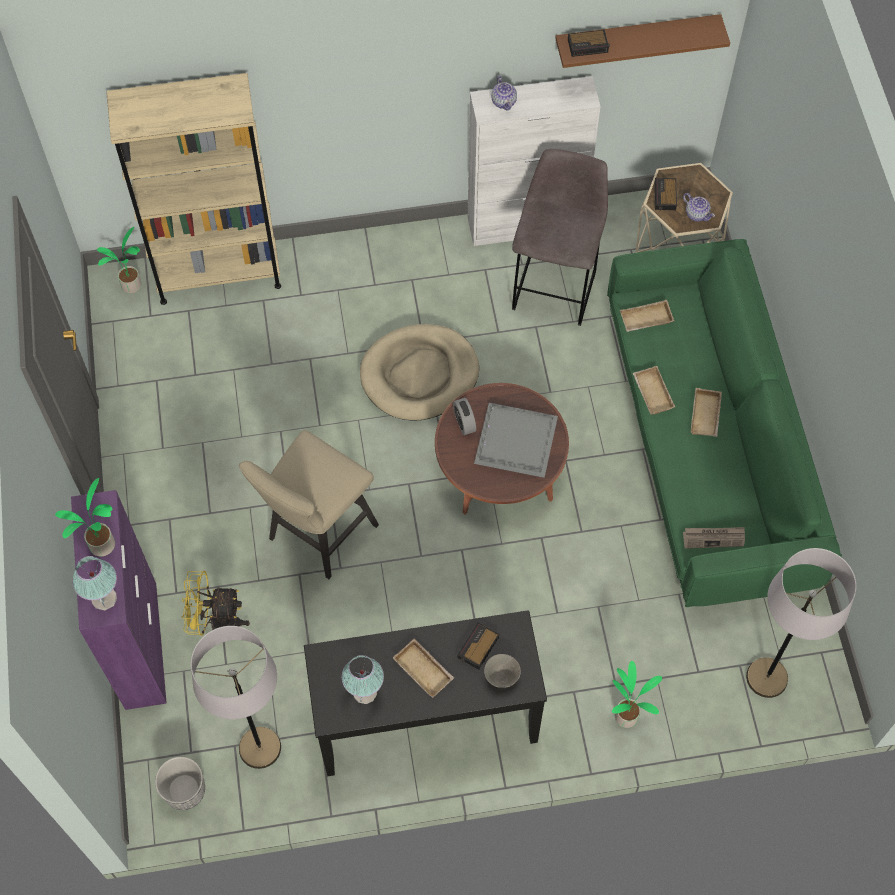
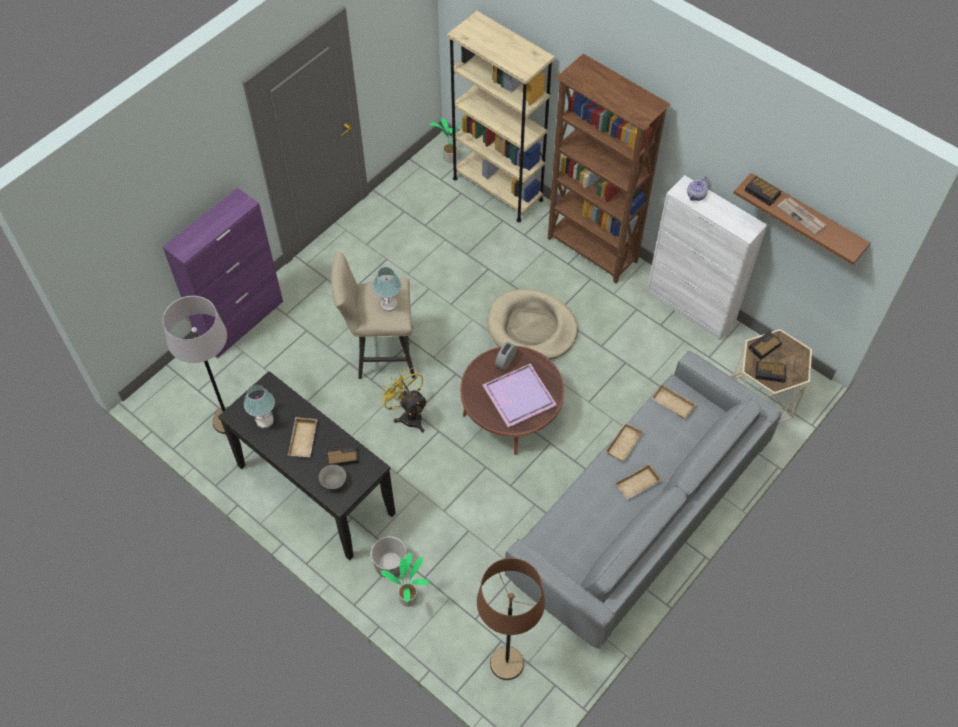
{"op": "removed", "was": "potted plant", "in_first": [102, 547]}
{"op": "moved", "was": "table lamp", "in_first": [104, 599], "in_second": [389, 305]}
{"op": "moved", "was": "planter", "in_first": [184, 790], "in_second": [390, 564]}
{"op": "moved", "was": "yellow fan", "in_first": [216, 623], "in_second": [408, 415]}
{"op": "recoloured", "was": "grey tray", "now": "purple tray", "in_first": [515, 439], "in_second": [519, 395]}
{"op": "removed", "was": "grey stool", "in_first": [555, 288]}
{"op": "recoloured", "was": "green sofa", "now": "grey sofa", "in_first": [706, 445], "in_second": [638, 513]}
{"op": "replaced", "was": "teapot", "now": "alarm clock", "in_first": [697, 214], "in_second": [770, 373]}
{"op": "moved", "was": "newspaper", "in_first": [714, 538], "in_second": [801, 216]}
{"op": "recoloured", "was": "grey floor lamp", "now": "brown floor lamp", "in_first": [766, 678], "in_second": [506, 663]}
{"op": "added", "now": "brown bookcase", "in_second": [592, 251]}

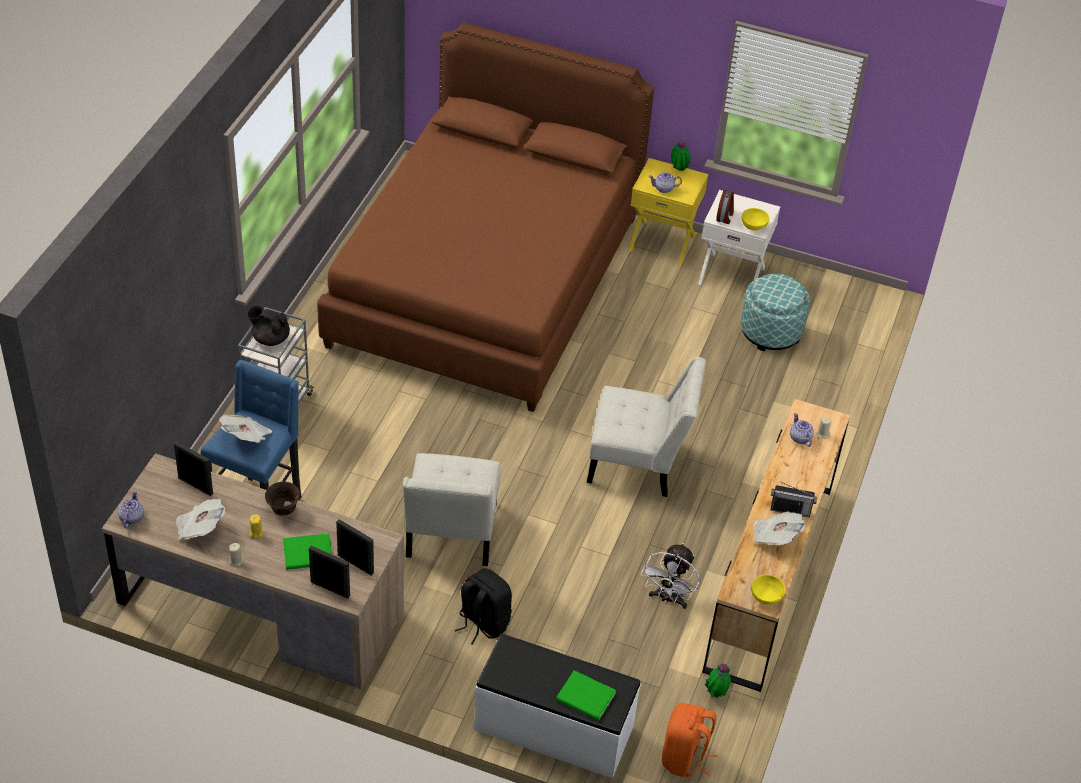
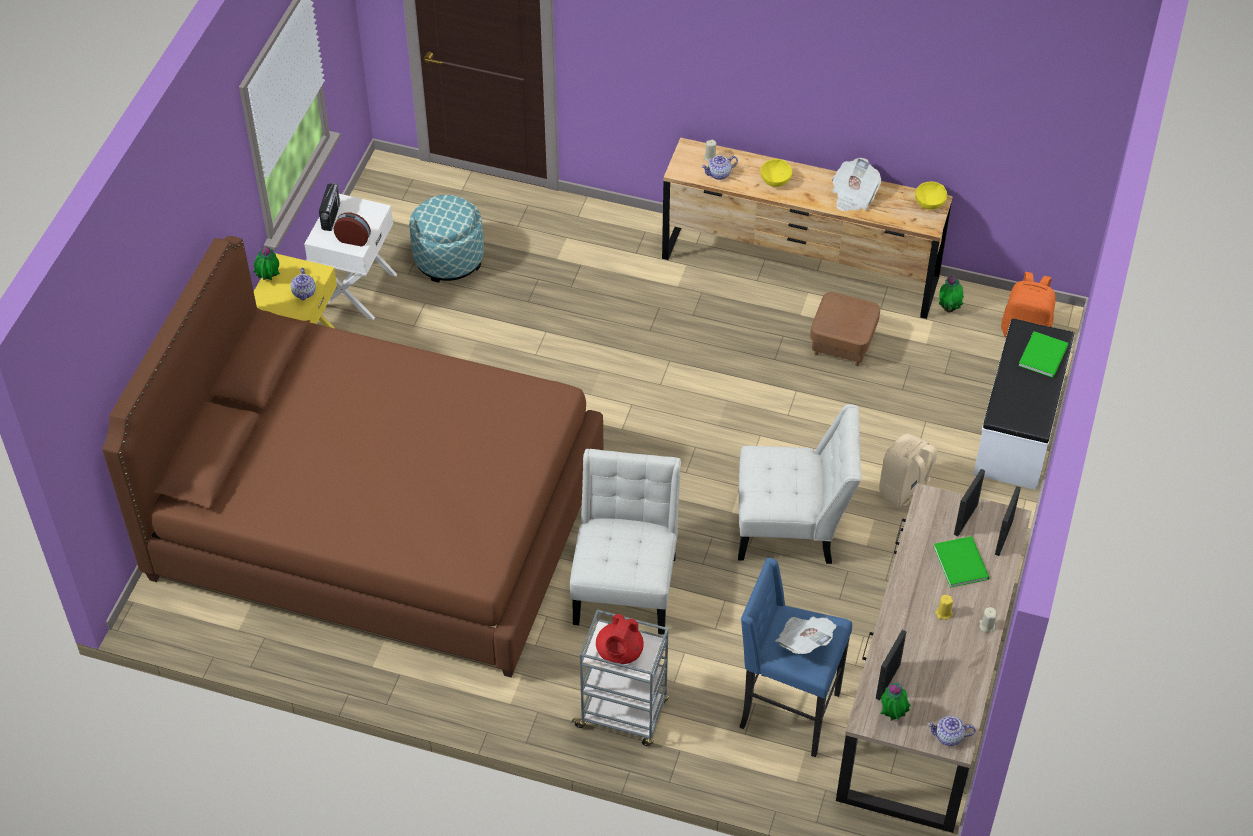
{"op": "removed", "was": "newspaper", "in_first": [200, 527]}
{"op": "recoloured", "was": "black teapot", "now": "red teapot", "in_first": [270, 338], "in_second": [619, 653]}
{"op": "removed", "was": "brown bowl", "in_first": [283, 510]}
{"op": "recoloured", "was": "black backpack", "now": "beige backpack", "in_first": [482, 623], "in_second": [904, 491]}
{"op": "moved", "was": "white chair", "in_first": [639, 463], "in_second": [626, 584]}
{"op": "replaced", "was": "white fan", "now": "brown ottoman", "in_first": [668, 599], "in_second": [842, 344]}
{"op": "moved", "was": "yellow bowl", "in_first": [754, 226], "in_second": [776, 180]}
{"op": "moved", "was": "radio", "in_first": [790, 510], "in_second": [331, 216]}
{"op": "added", "now": "potted plant", "in_second": [892, 714]}

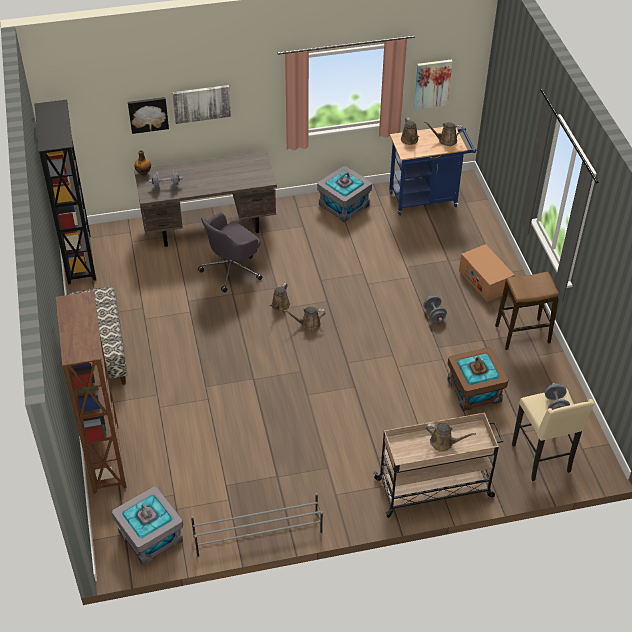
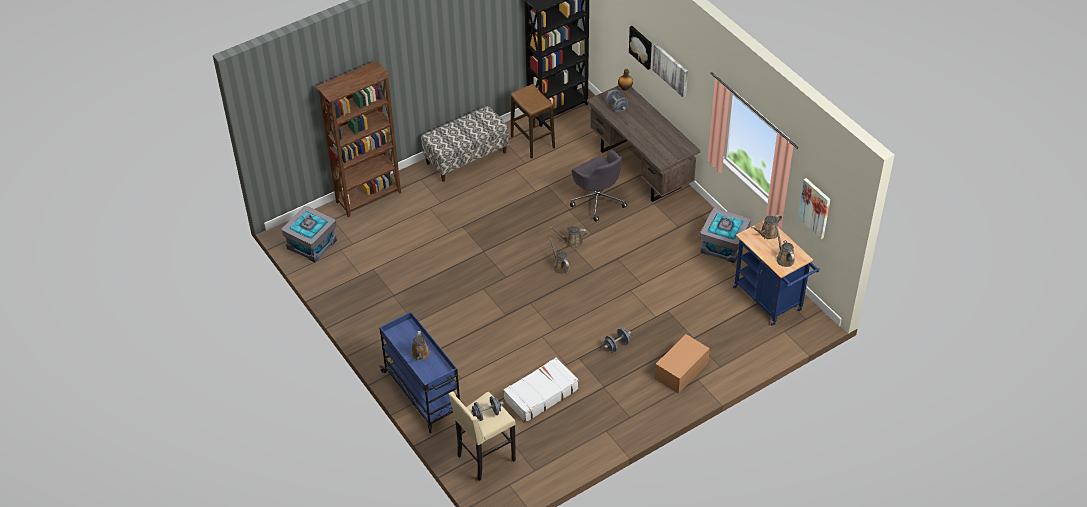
{"op": "removed", "was": "grey shoe rack", "in_first": [257, 535]}
{"op": "turned", "was": "grey office chair", "in_first": [232, 269], "in_second": [597, 200], "clockwise": -150}
{"op": "recoloured", "was": "beige cart", "now": "blue cart", "in_first": [435, 487], "in_second": [423, 393]}
{"op": "replaced", "was": "brown storage box", "now": "white suitcase", "in_first": [474, 390], "in_second": [540, 395]}
{"op": "moved", "was": "stool", "in_first": [522, 334], "in_second": [533, 142]}

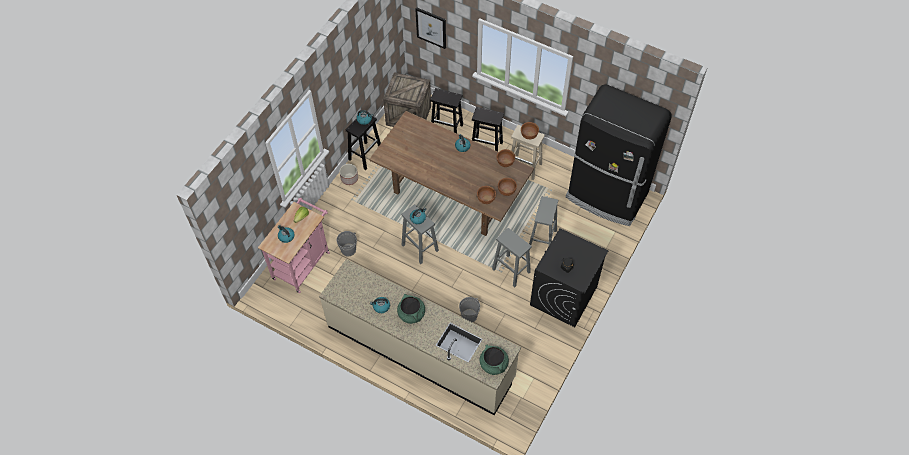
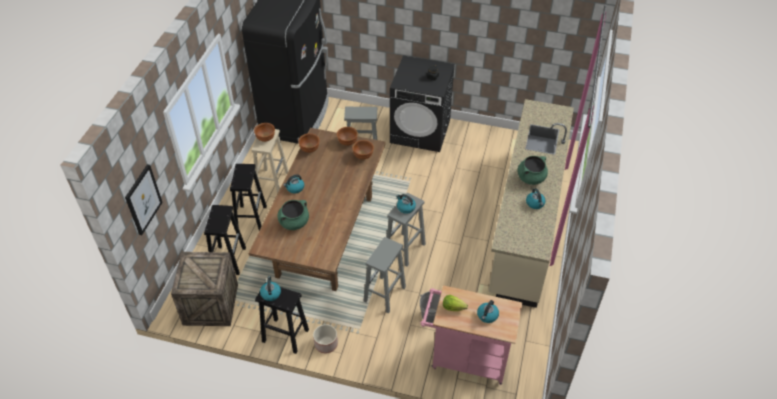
{"op": "removed", "was": "grey bucket", "in_first": [469, 316]}
{"op": "moved", "was": "green cooking pot", "in_first": [494, 364], "in_second": [294, 222]}
{"op": "moved", "was": "grey stool", "in_first": [510, 270], "in_second": [384, 295]}

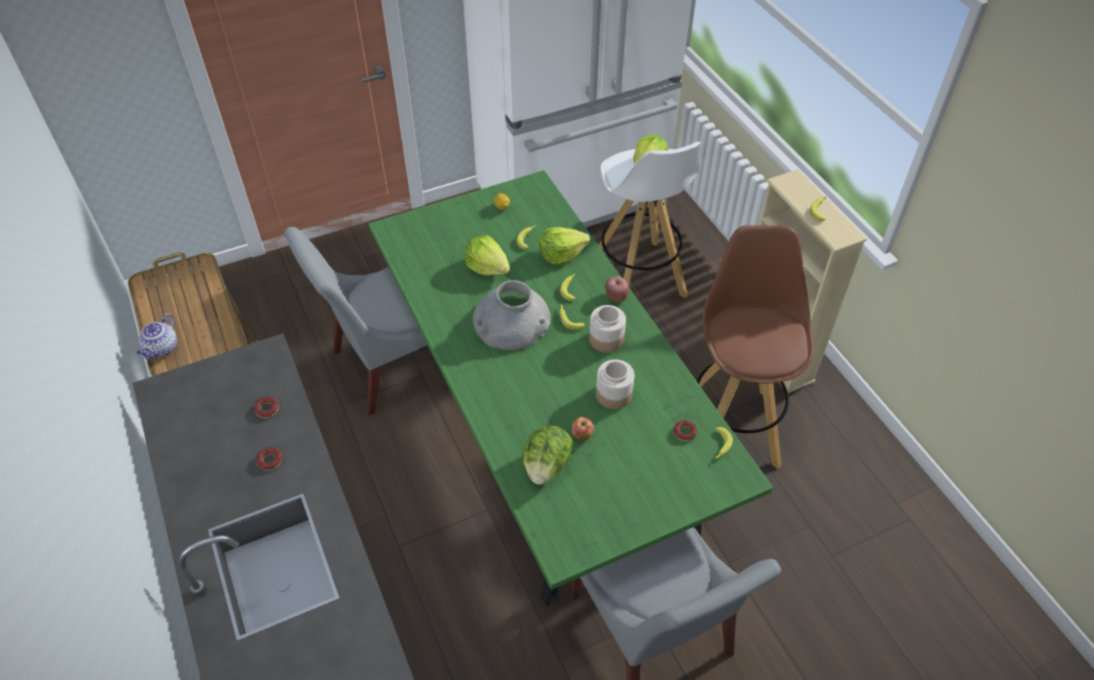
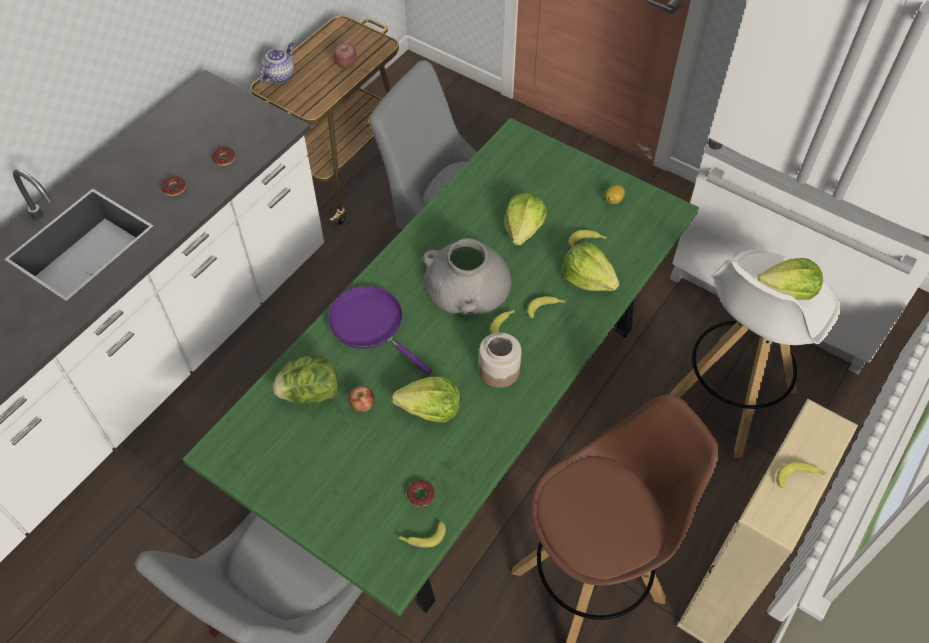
{"op": "turned", "was": "teapot", "in_first": [162, 349], "in_second": [280, 75], "clockwise": 135}
{"op": "replaced", "was": "jar", "now": "lettuce", "in_first": [614, 394], "in_second": [431, 410]}
{"op": "moved", "was": "apple", "in_first": [616, 297], "in_second": [346, 64]}
{"op": "added", "now": "purple frying pan", "in_second": [370, 324]}

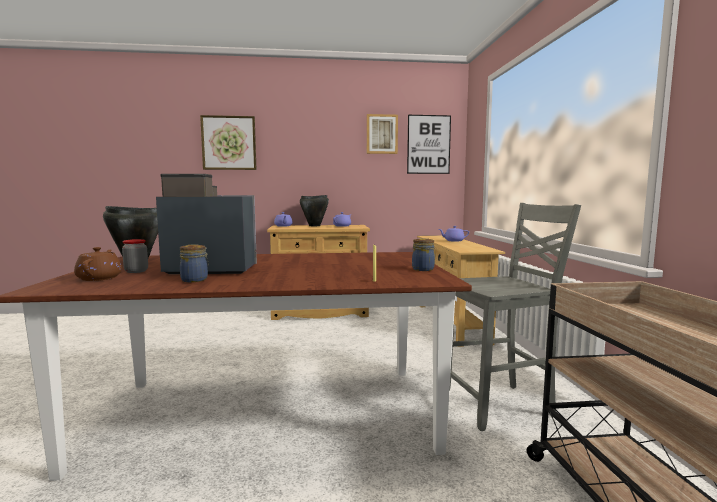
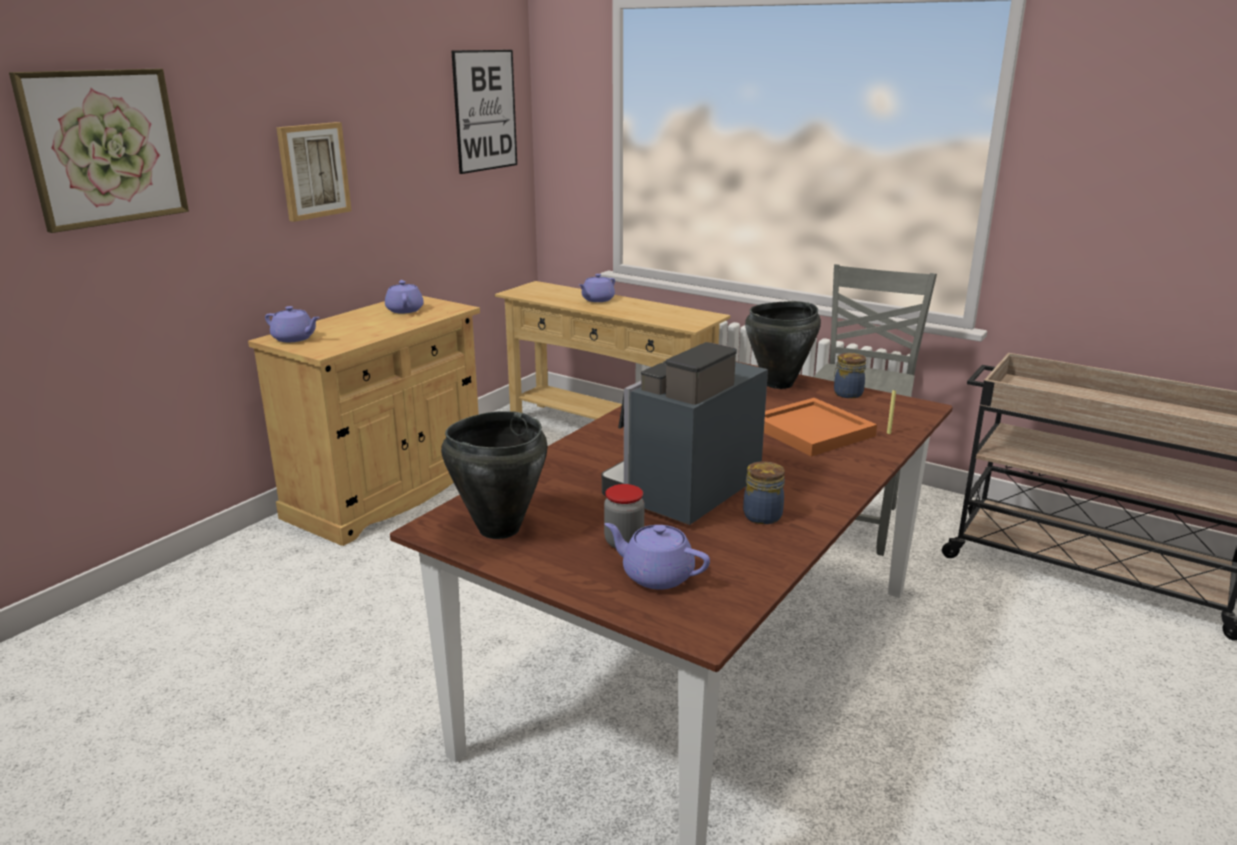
{"op": "recoloured", "was": "brown teapot", "now": "purple teapot", "in_first": [100, 278], "in_second": [656, 575]}
{"op": "moved", "was": "black cooking pot", "in_first": [314, 226], "in_second": [779, 384]}
{"op": "moved", "was": "picture", "in_first": [382, 134], "in_second": [313, 171]}
{"op": "added", "now": "orange tray", "in_second": [814, 431]}

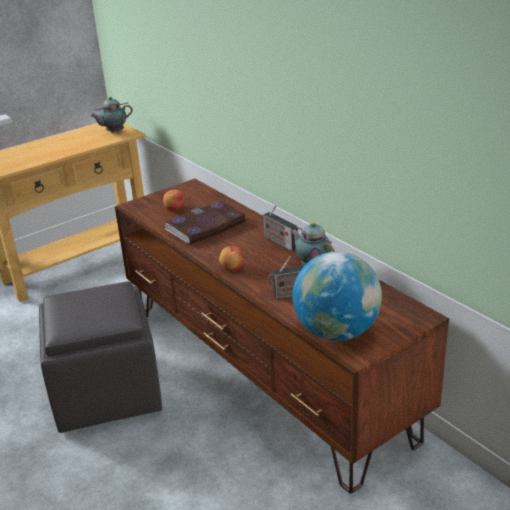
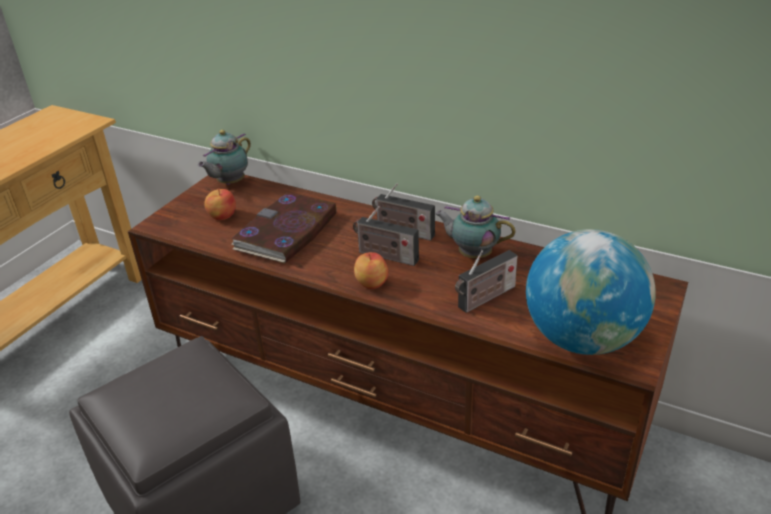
{"op": "moved", "was": "teapot", "in_first": [114, 132], "in_second": [229, 183]}
{"op": "added", "now": "radio", "in_second": [385, 256]}

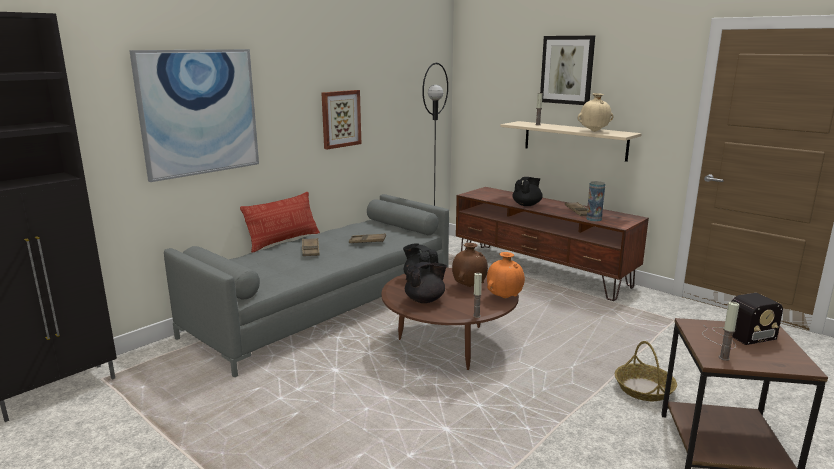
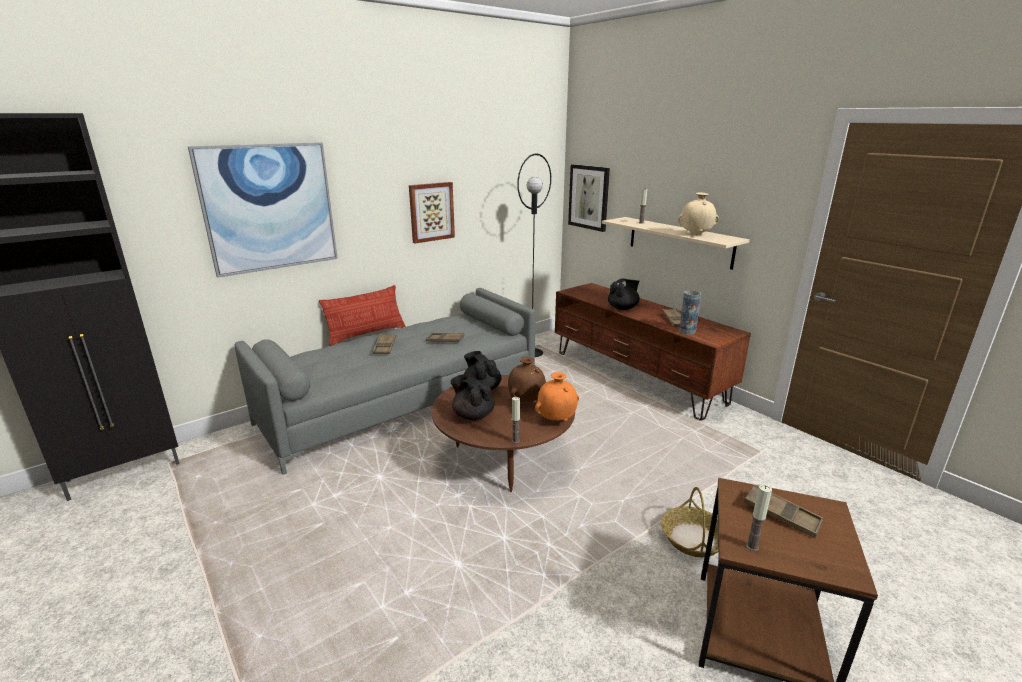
{"op": "turned", "was": "black teapot", "in_first": [425, 300], "in_second": [473, 415], "clockwise": -120}
{"op": "moved", "was": "picture", "in_first": [567, 70], "in_second": [589, 197]}
{"op": "replaced", "was": "radio", "now": "brown tray", "in_first": [736, 337], "in_second": [781, 515]}

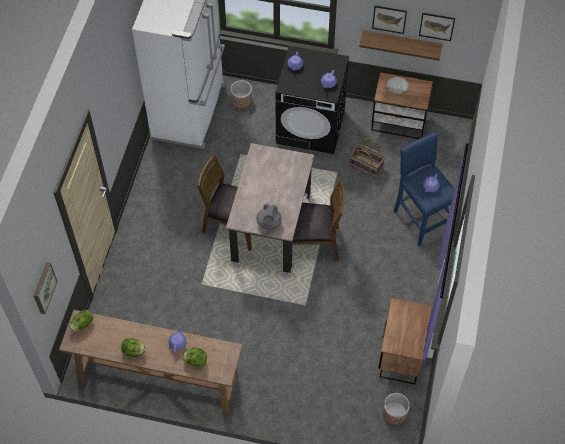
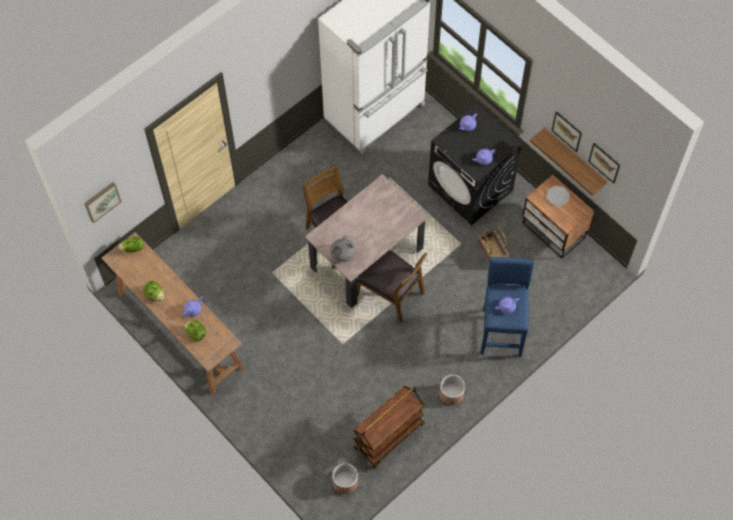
{"op": "moved", "was": "planter", "in_first": [241, 100], "in_second": [451, 394]}
{"op": "replaced", "was": "nightstand", "now": "brown cart", "in_first": [400, 355], "in_second": [389, 437]}

